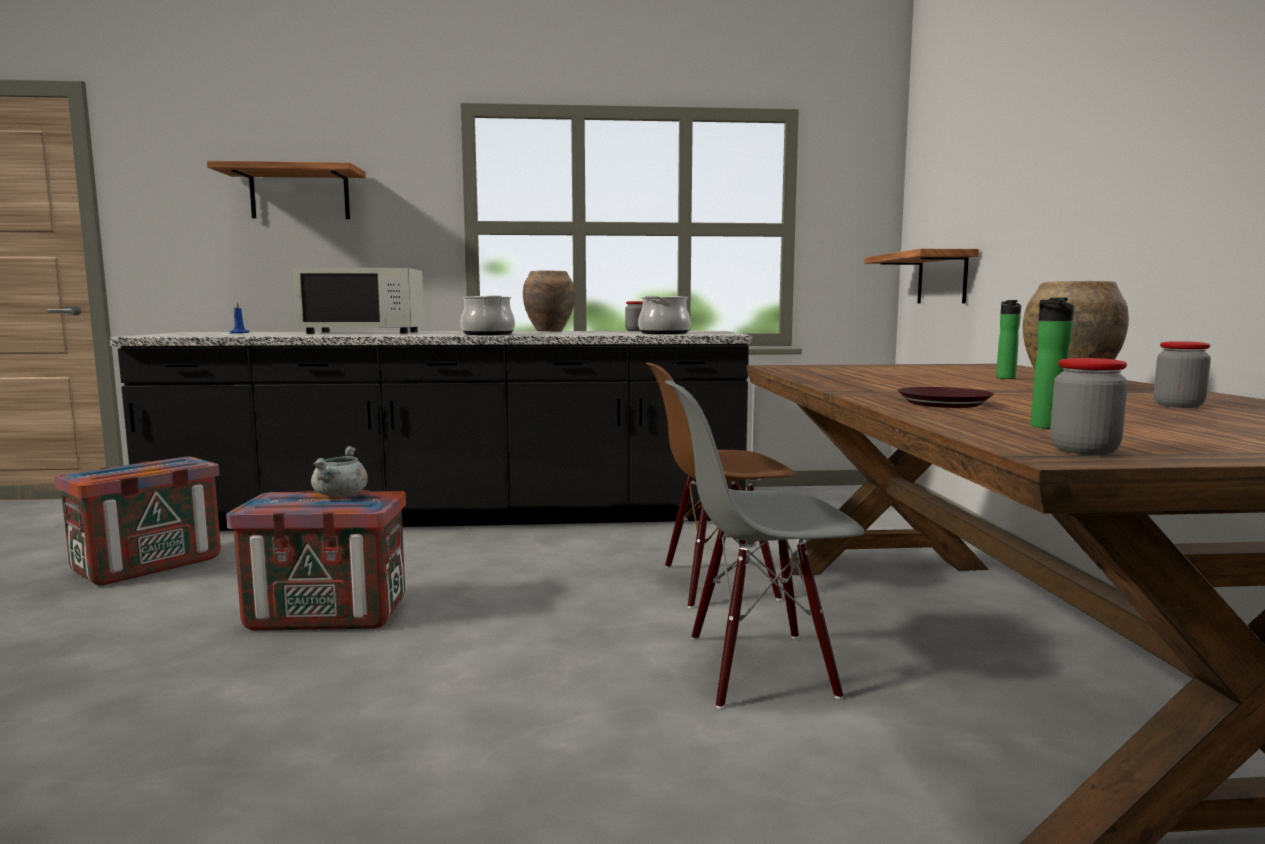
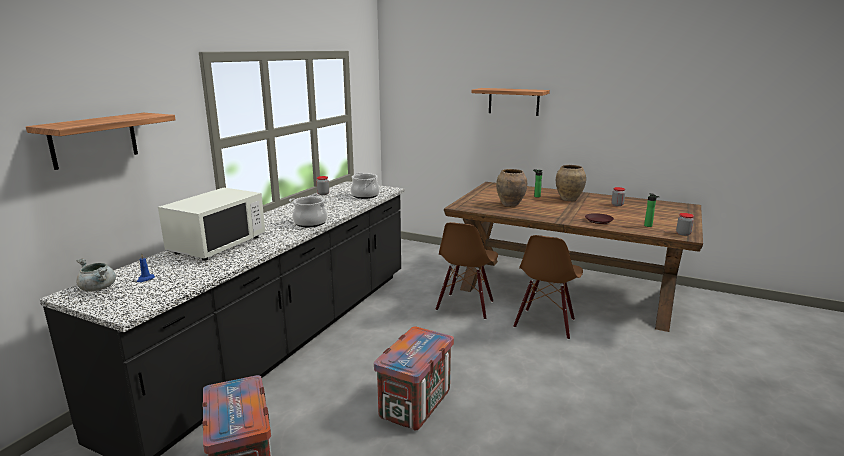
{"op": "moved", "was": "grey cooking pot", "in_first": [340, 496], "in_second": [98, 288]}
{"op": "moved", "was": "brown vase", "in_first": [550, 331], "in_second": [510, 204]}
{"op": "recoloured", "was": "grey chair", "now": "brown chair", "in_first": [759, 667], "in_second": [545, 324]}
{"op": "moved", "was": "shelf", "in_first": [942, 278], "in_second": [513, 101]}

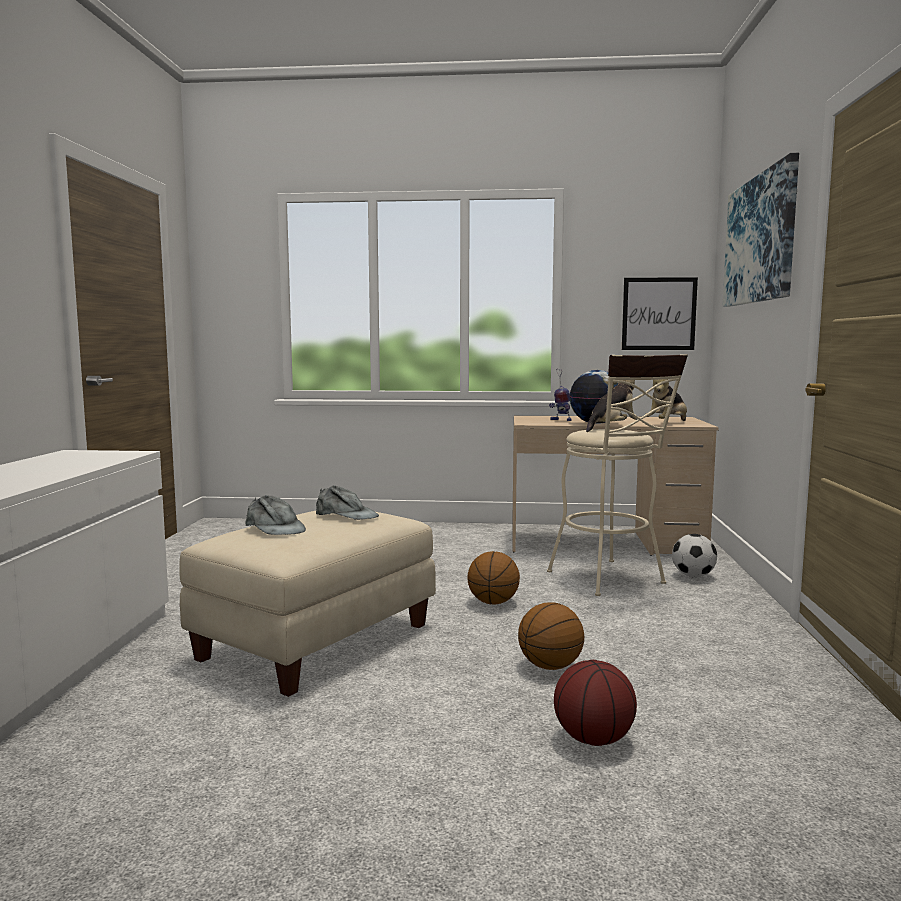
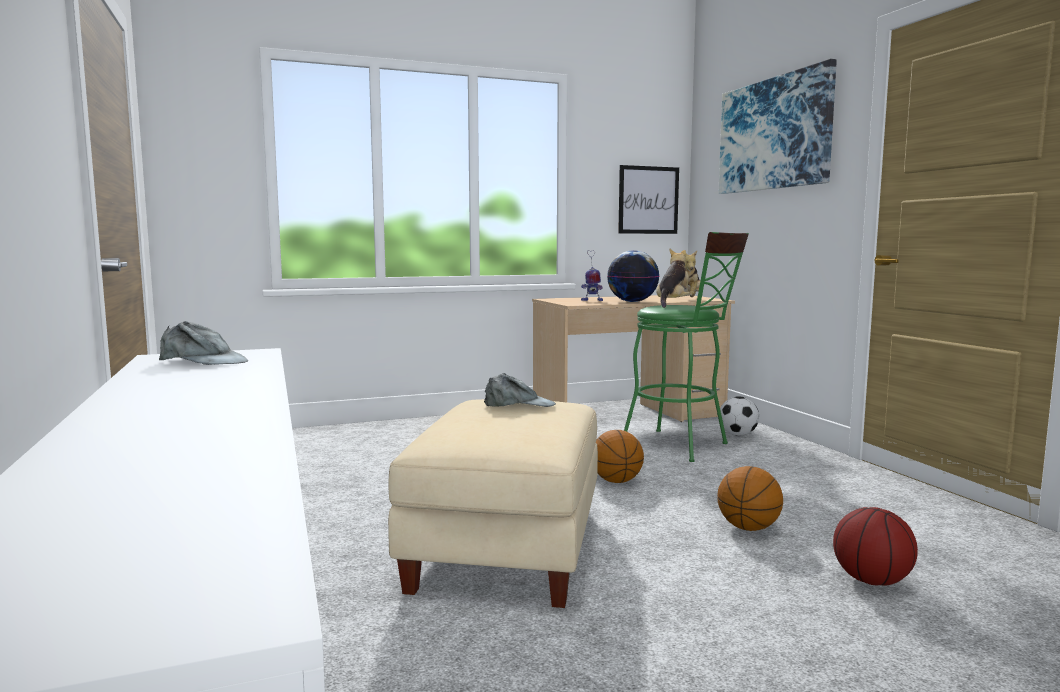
{"op": "moved", "was": "grey cap", "in_first": [275, 528], "in_second": [203, 361]}
{"op": "recoloured", "was": "beige stool", "now": "green stool", "in_first": [611, 580], "in_second": [682, 446]}

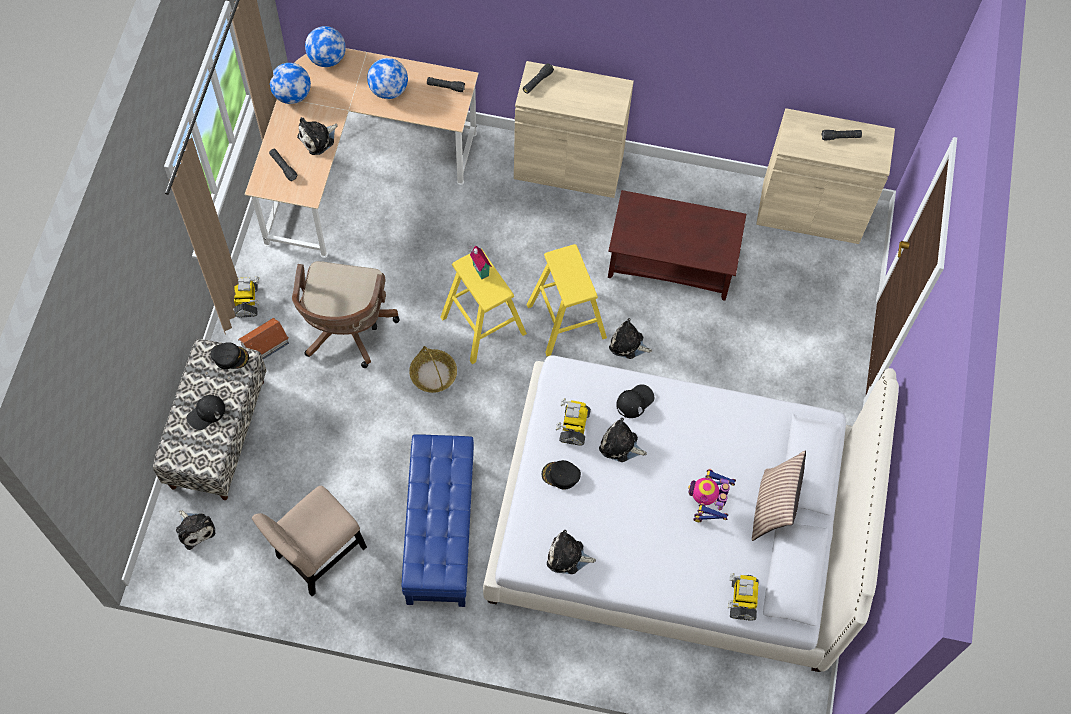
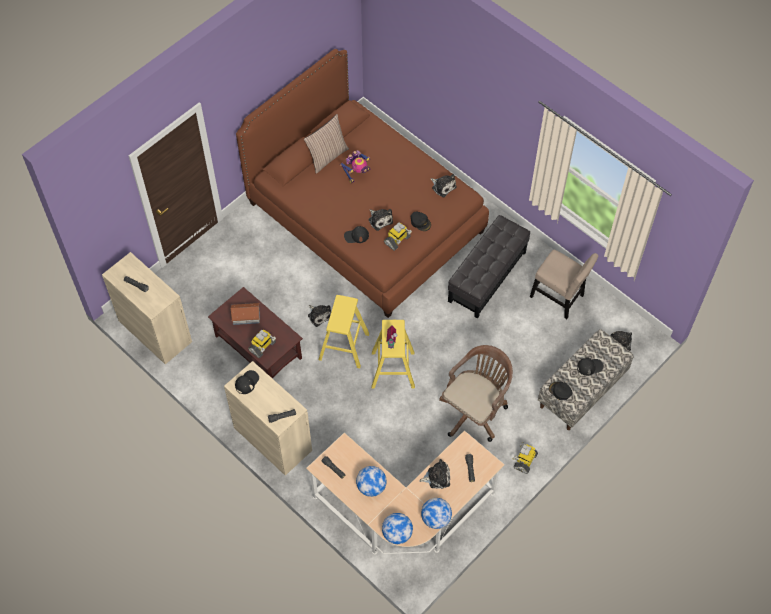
{"op": "moved", "was": "toy house", "in_first": [265, 344], "in_second": [246, 316]}
{"op": "turned", "was": "beige chair", "in_first": [318, 556], "in_second": [559, 298], "clockwise": 45}
{"op": "recoloured", "was": "blue ottoman", "now": "black ottoman", "in_first": [439, 531], "in_second": [487, 276]}
{"op": "removed", "was": "basket", "in_first": [433, 374]}
{"op": "recoloured", "was": "white bed", "now": "brown bed", "in_first": [674, 525], "in_second": [365, 217]}
{"op": "moved", "was": "toy robot", "in_first": [742, 599], "in_second": [262, 347]}
{"op": "added", "now": "black cap", "in_second": [247, 382]}

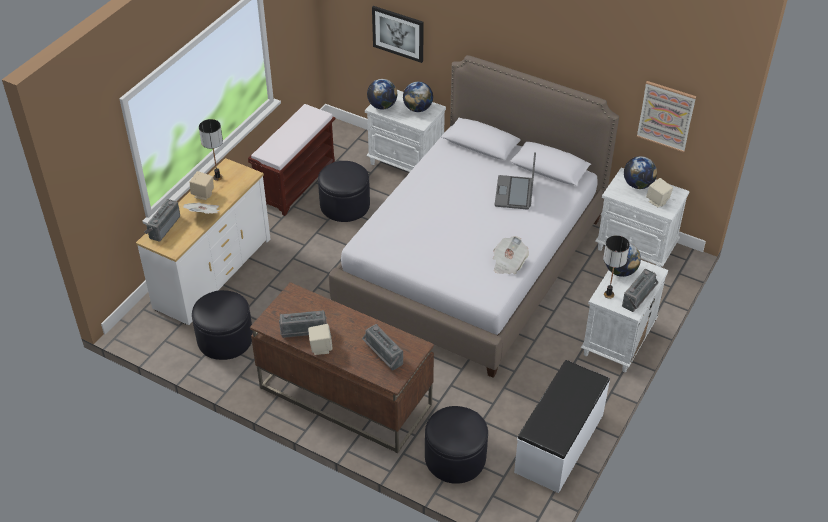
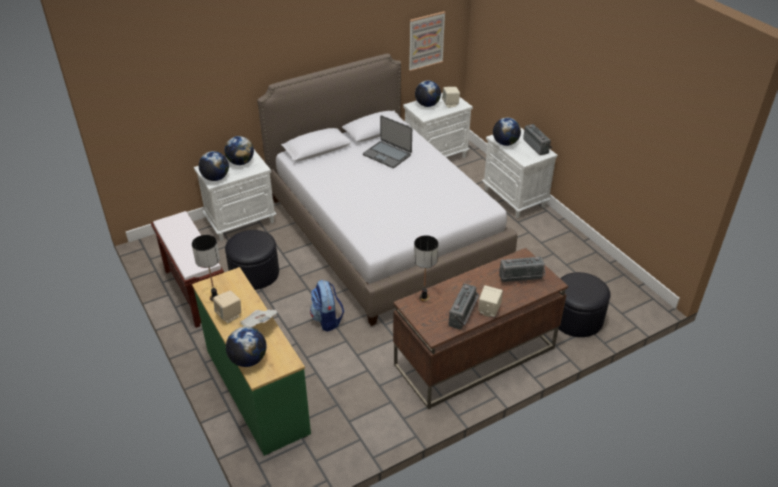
{"op": "recoloured", "was": "white dresser", "now": "green dresser", "in_first": [212, 273], "in_second": [256, 391]}
{"op": "replaced", "was": "radio", "now": "globe", "in_first": [163, 226], "in_second": [248, 360]}
{"op": "removed", "was": "black ottoman", "in_first": [225, 339]}
{"op": "removed", "was": "picture", "in_first": [398, 33]}
{"op": "removed", "was": "newspaper", "in_first": [508, 263]}
{"op": "removed", "was": "white bench", "in_first": [560, 443]}
{"op": "moved", "was": "table lamp", "in_first": [609, 294], "in_second": [424, 297]}
{"op": "added", "now": "backpack", "in_second": [327, 320]}

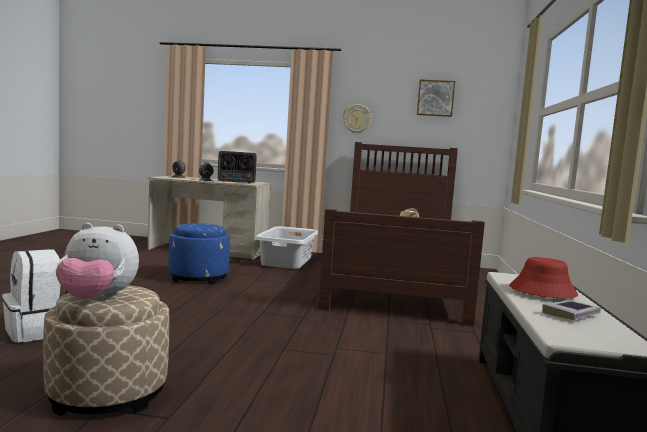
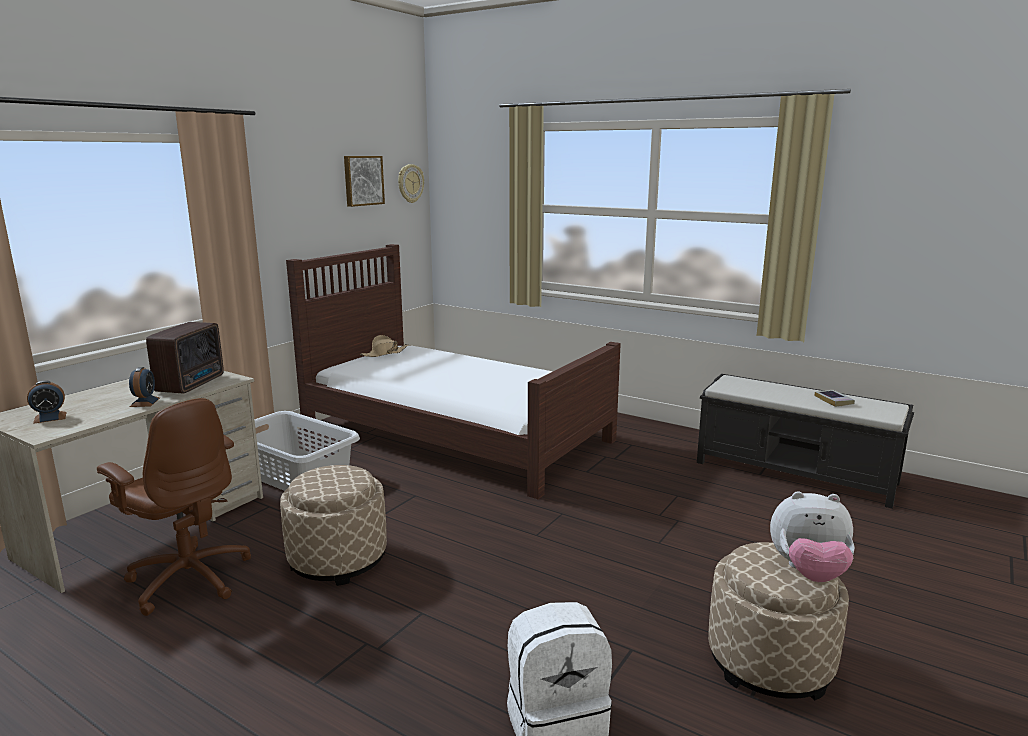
{"op": "turned", "was": "plush toy", "in_first": [97, 300], "in_second": [808, 572], "clockwise": 75}
{"op": "recoloured", "was": "blue ottoman", "now": "beige ottoman", "in_first": [198, 277], "in_second": [338, 559]}
{"op": "moved", "was": "wall clock", "in_first": [357, 119], "in_second": [410, 183]}
{"op": "removed", "was": "red hat", "in_first": [542, 291]}
{"op": "added", "now": "brown office chair", "in_second": [189, 578]}

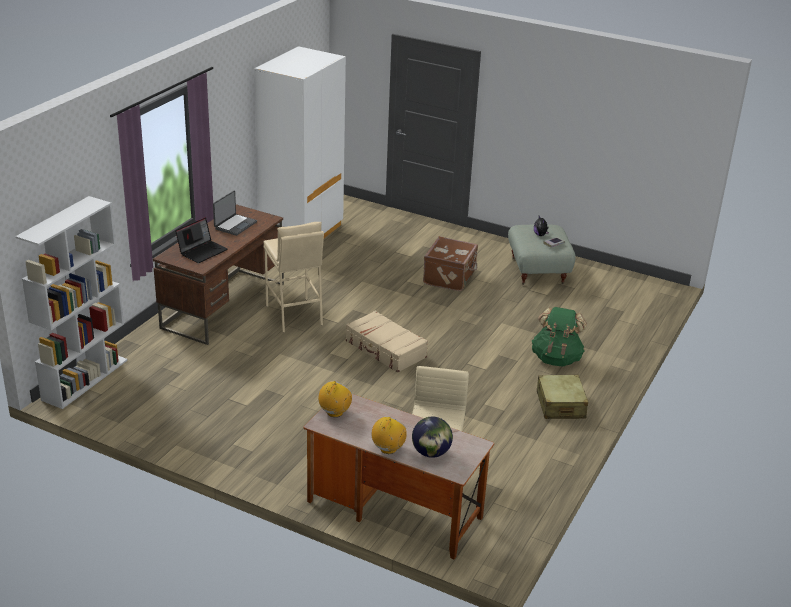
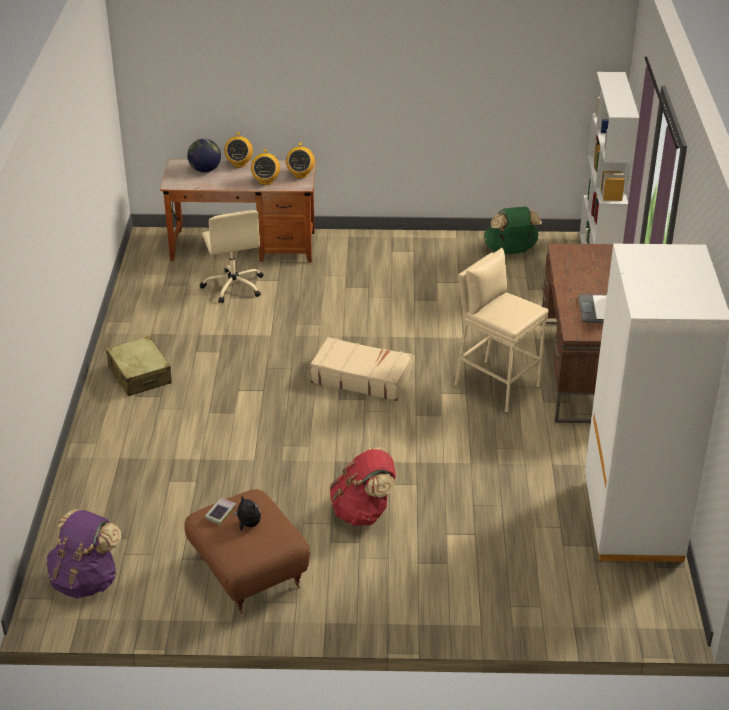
{"op": "removed", "was": "laptop", "in_first": [202, 251]}
{"op": "replaced", "was": "brown suitcase", "now": "red backpack", "in_first": [450, 278], "in_second": [363, 512]}
{"op": "recoloured", "was": "grey ottoman", "now": "brown ottoman", "in_first": [538, 272], "in_second": [247, 573]}
{"op": "moved", "was": "green backpack", "in_first": [556, 358], "in_second": [510, 251]}
{"op": "added", "now": "purple backpack", "in_second": [86, 580]}
{"op": "added", "now": "radio", "in_second": [266, 181]}

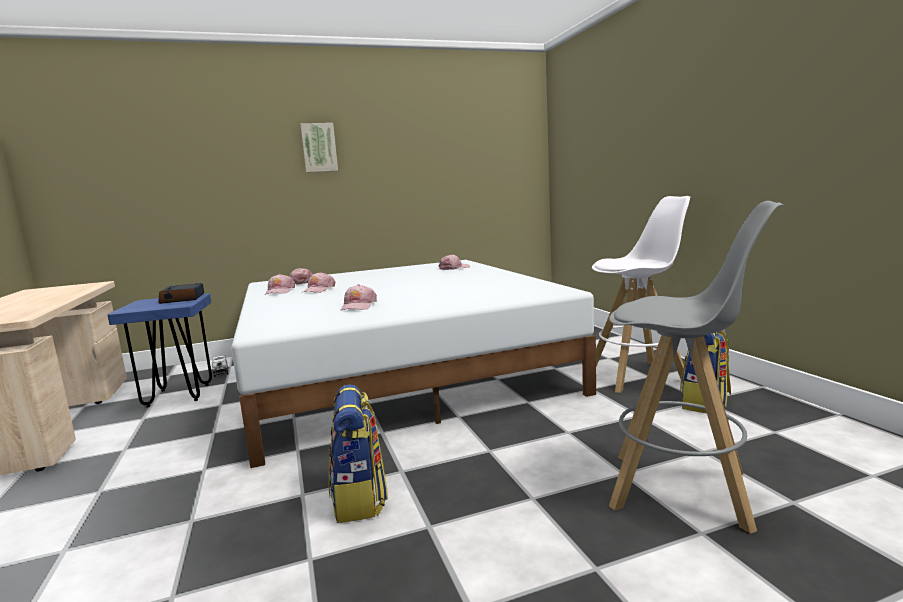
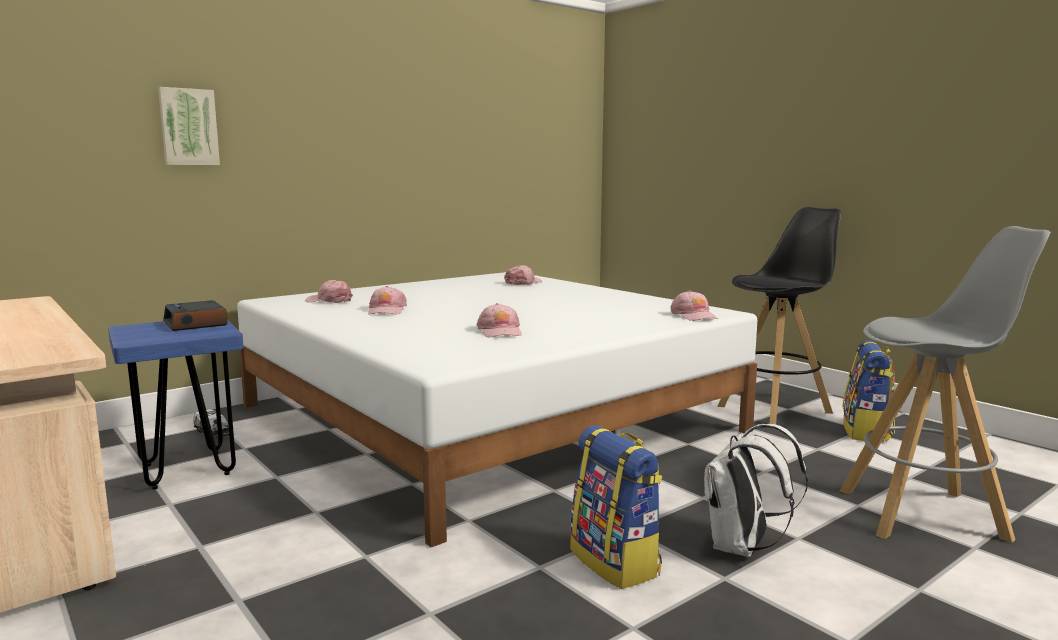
{"op": "moved", "was": "pink cap", "in_first": [279, 291], "in_second": [694, 316]}
{"op": "moved", "was": "picture", "in_first": [319, 147], "in_second": [188, 127]}
{"op": "recoloured", "was": "white stool", "now": "black stool", "in_first": [637, 376], "in_second": [775, 409]}
{"op": "added", "now": "white backpack", "in_second": [742, 548]}

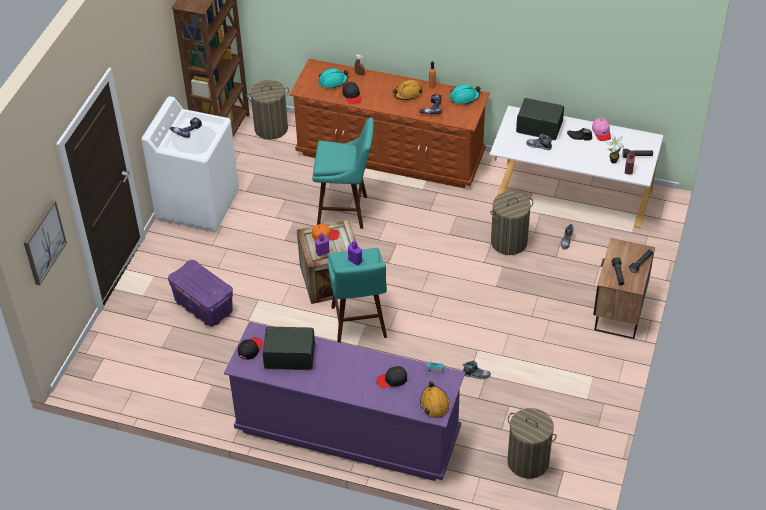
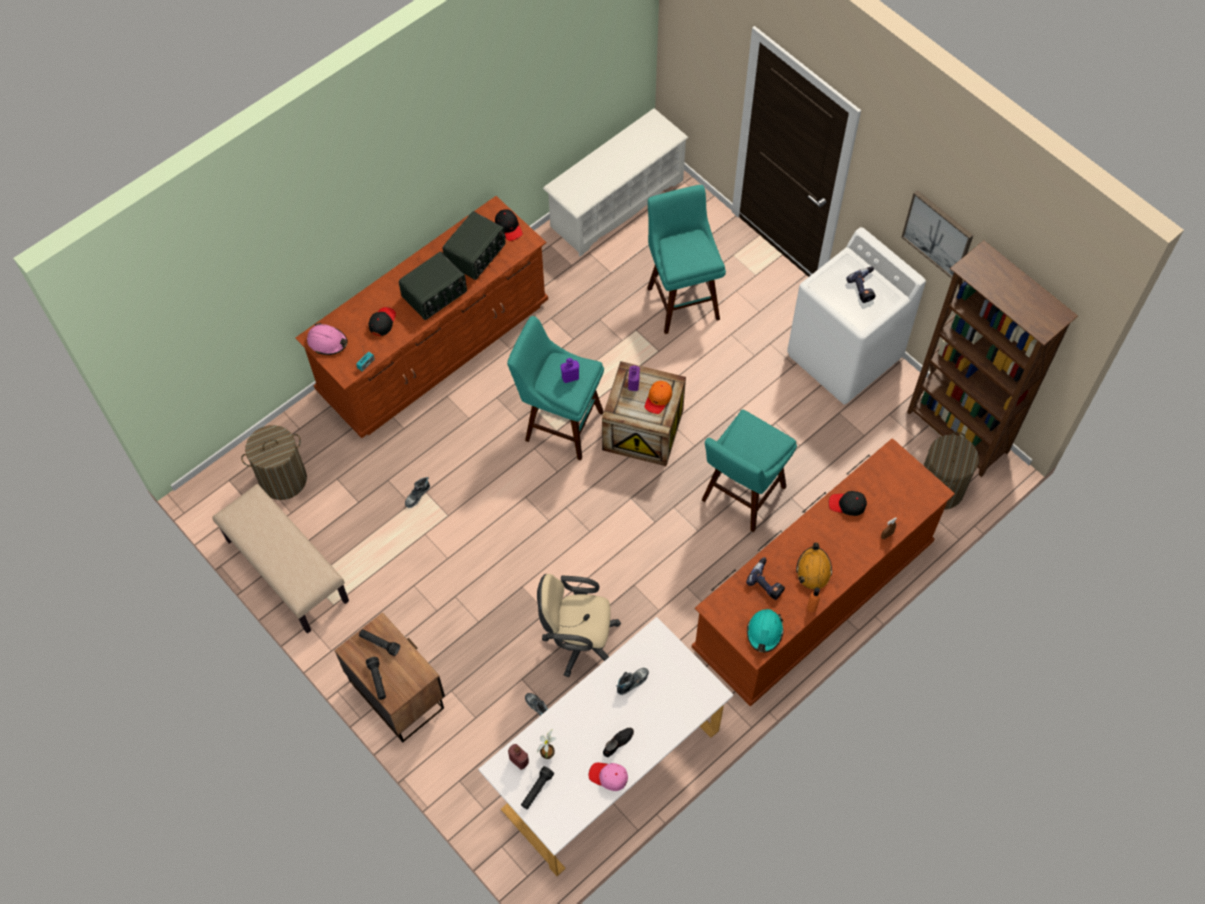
{"op": "moved", "was": "picture", "in_first": [43, 242], "in_second": [938, 234]}
{"op": "replaced", "was": "purple storage box", "now": "turquoise stool", "in_first": [203, 306], "in_second": [681, 299]}
{"op": "recoloured", "was": "purple dresser", "now": "brown dresser", "in_first": [348, 431], "in_second": [434, 348]}
{"op": "removed", "was": "turquoise hard hat", "in_first": [333, 81]}
{"op": "recoloured", "was": "orange hard hat", "now": "pink hard hat", "in_first": [434, 404], "in_second": [327, 342]}
{"op": "replaced", "was": "laundry basket", "now": "beige office chair", "in_first": [509, 242], "in_second": [578, 641]}
{"op": "moved", "was": "radio", "in_first": [539, 127], "in_second": [435, 295]}
{"op": "added", "now": "beige bench", "in_second": [286, 571]}
{"op": "added", "now": "white shoe rack", "in_second": [616, 203]}

